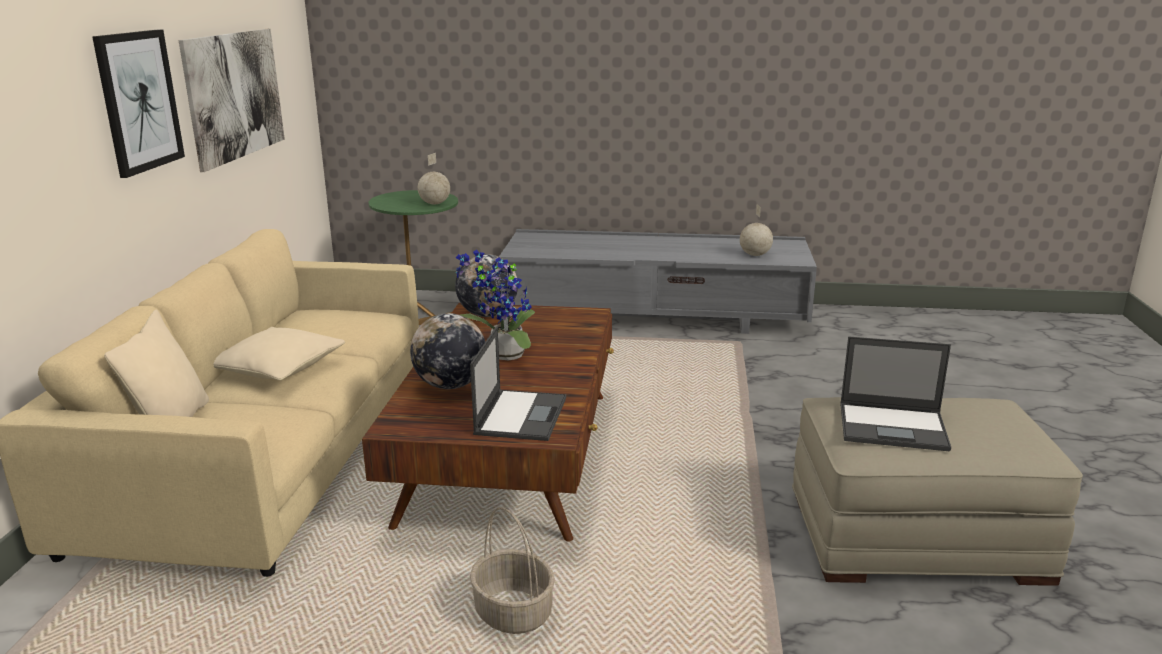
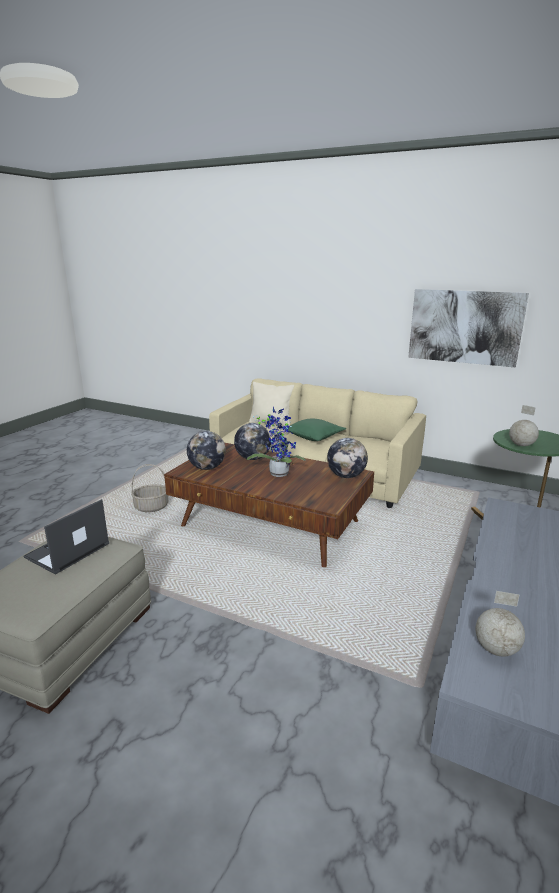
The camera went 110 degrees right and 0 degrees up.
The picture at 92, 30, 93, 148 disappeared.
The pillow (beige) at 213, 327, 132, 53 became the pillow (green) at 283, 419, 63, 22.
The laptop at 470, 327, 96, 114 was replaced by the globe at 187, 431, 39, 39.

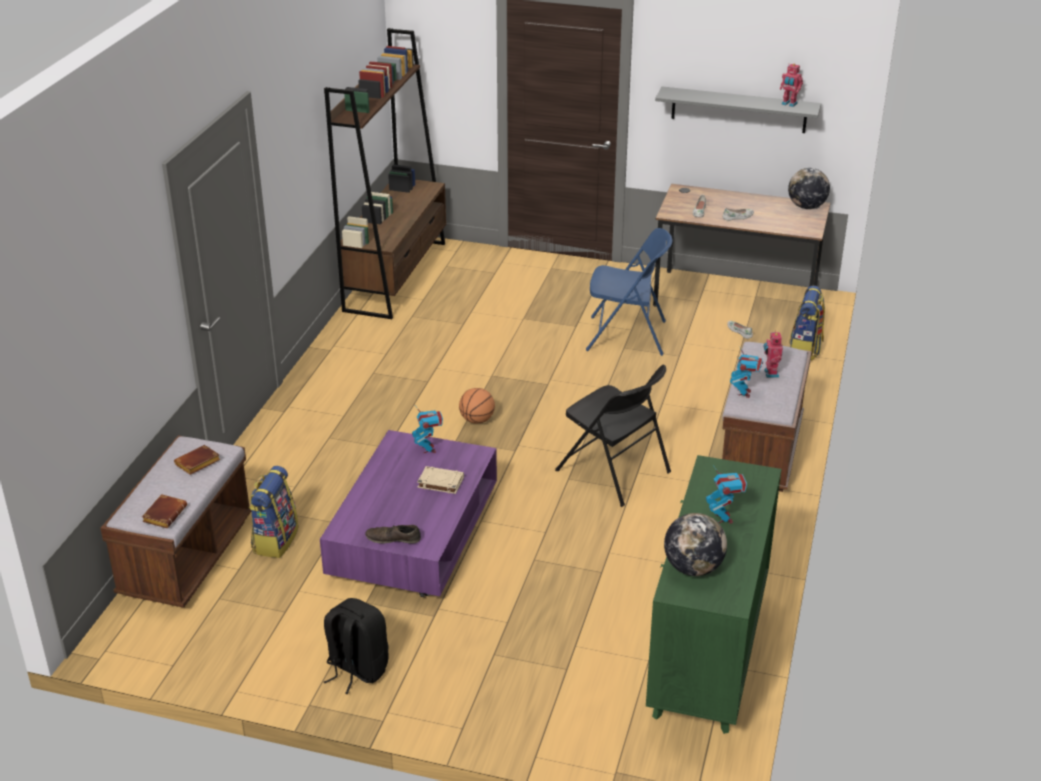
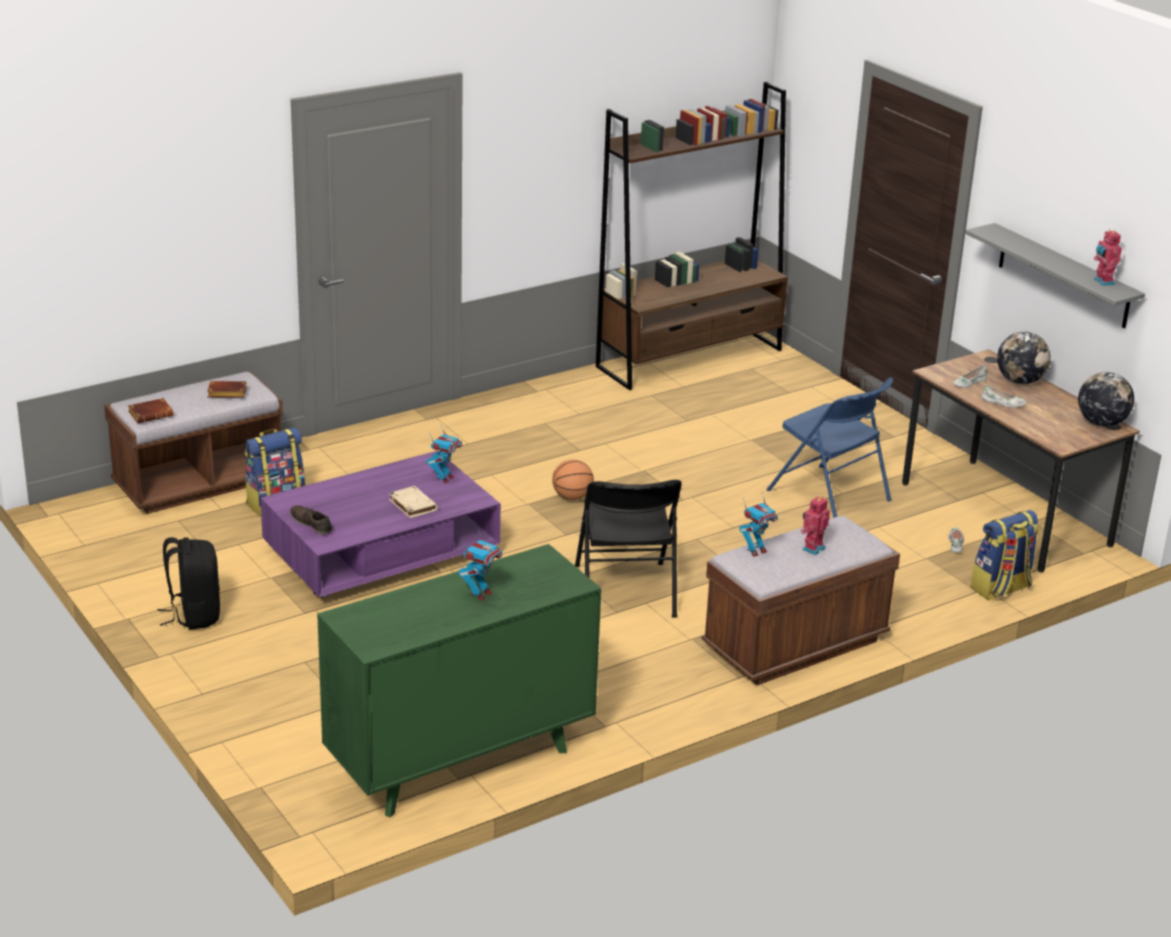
The camera went 40 degrees right and 5 degrees down.
The globe moved from 664, 513, 63, 63 to 997, 332, 54, 52.

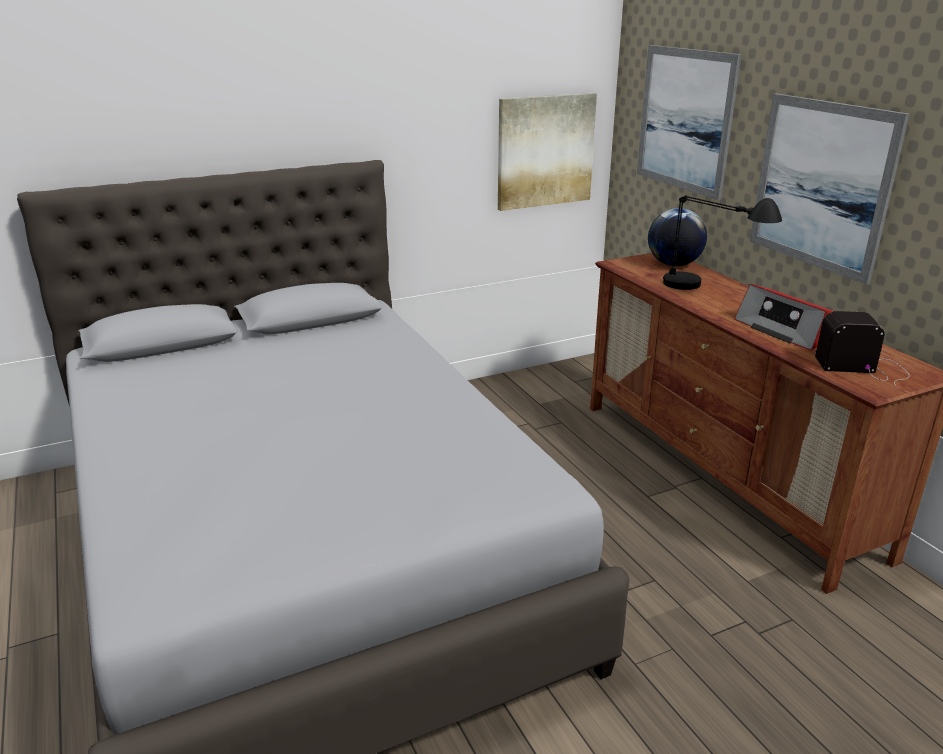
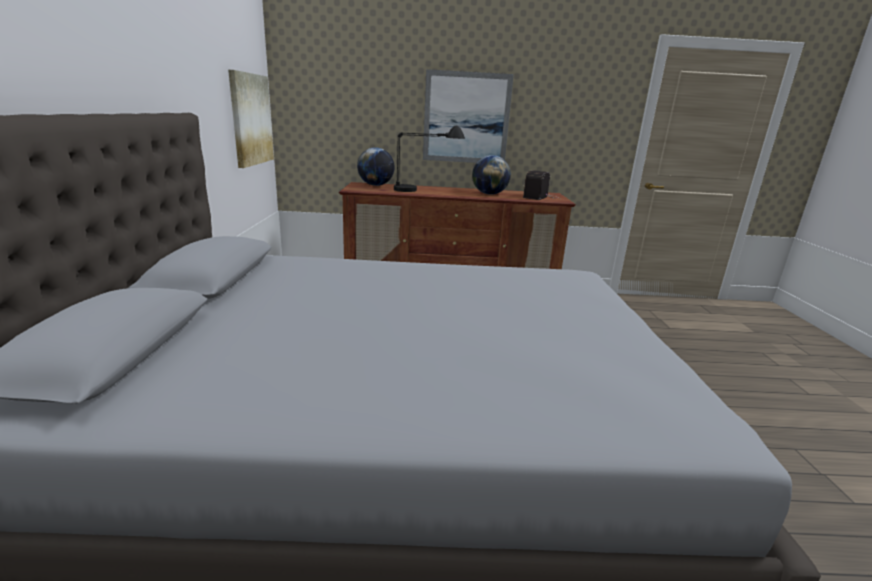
The camera went 65 degrees left and 5 degrees down.
The picture at 637, 45, 104, 155 disappeared.
The radio at 734, 284, 99, 67 was replaced by the globe at 472, 155, 39, 40.

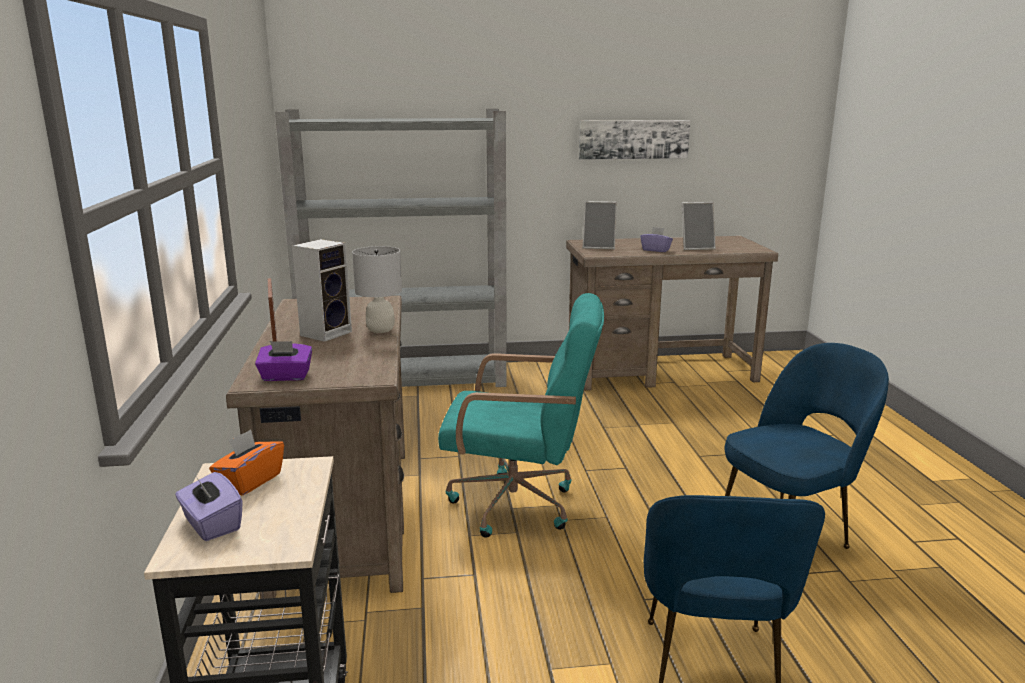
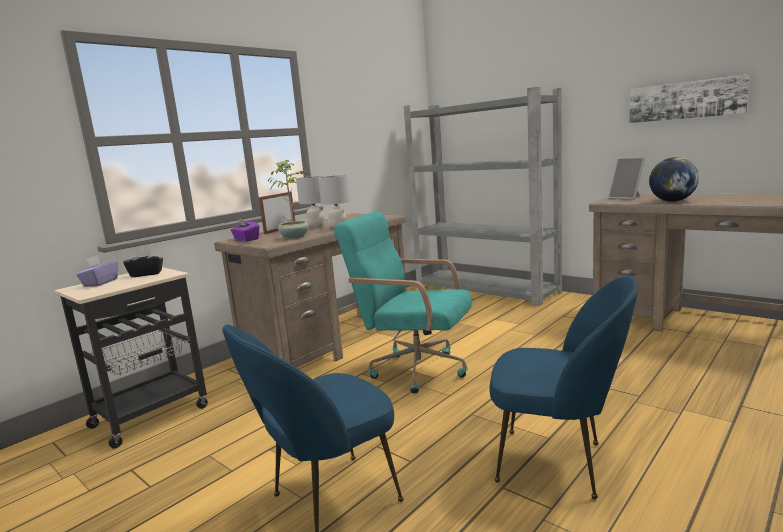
The camera went 50 degrees right and 5 degrees down.
The picture frame at 682, 202, 34, 48 disappeared.
The tissue box (purple) at 640, 227, 33, 25 was replaced by the globe at 649, 157, 50, 45.
The speaker at 292, 239, 60, 103 was replaced by the table lamp (grey) at 296, 176, 29, 52.
The office chair (turquoise) at 438, 293, 166, 245 turned 150 degrees clockwise.
The tissue box (orange) at 209, 429, 75, 67 became the tissue box (black) at 123, 248, 40, 29.
The potted plant at 268, 160, 41, 79 appeared.

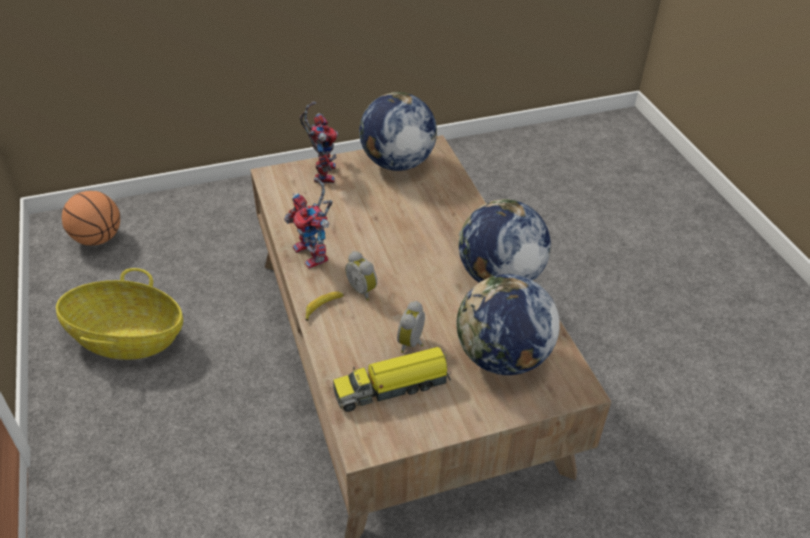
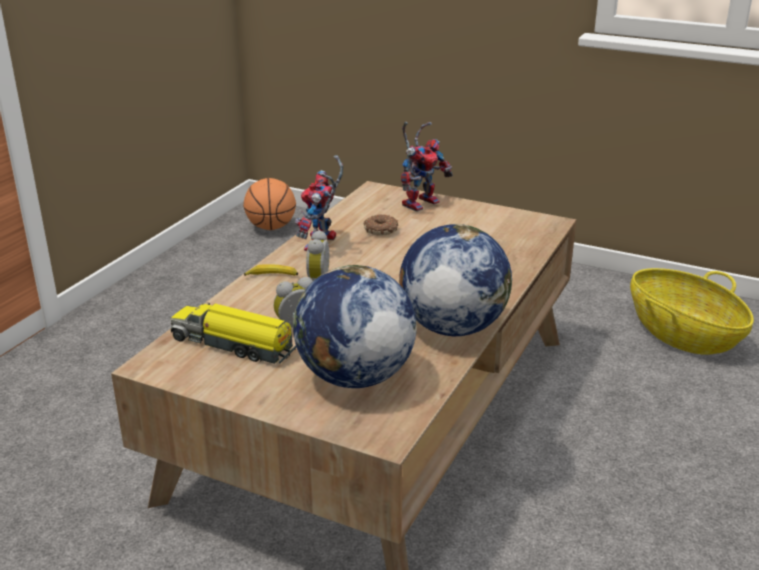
The camera went 45 degrees right and 15 degrees down.
The globe at 359, 92, 78, 79 disappeared.
The basket moved from 56, 268, 127, 92 to 630, 268, 124, 87.
The donut at 364, 214, 34, 21 appeared.

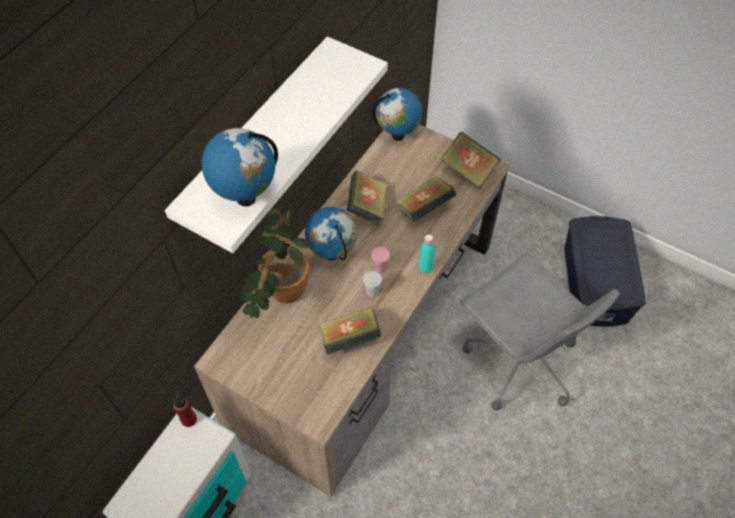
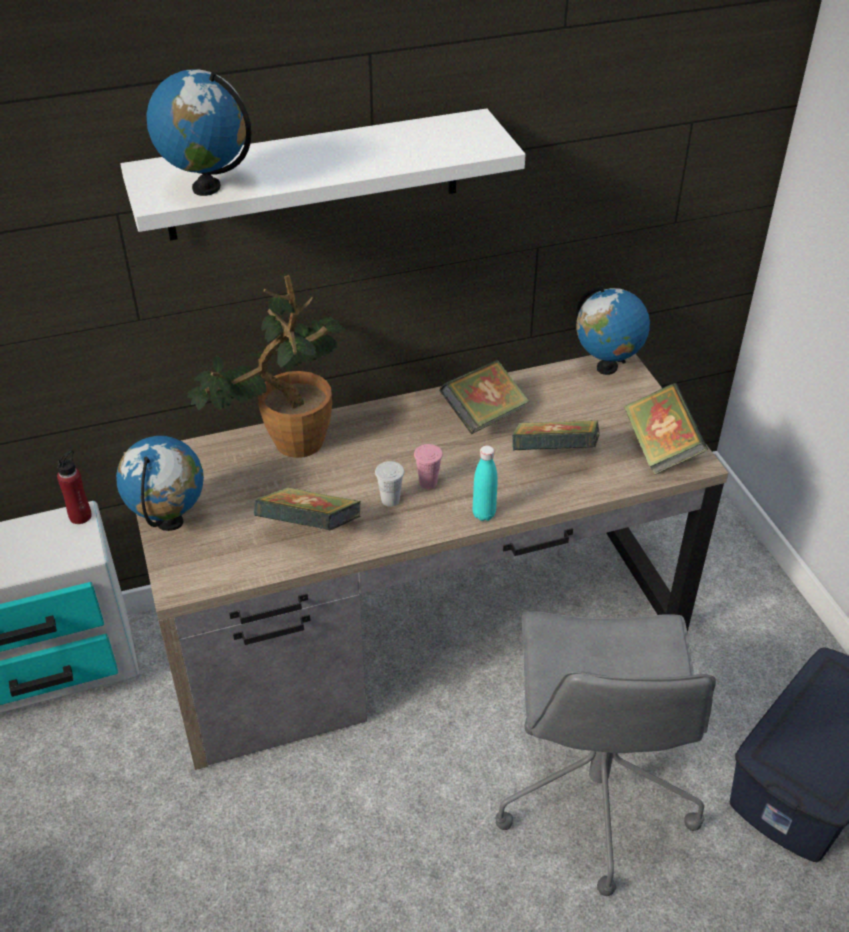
The camera went 40 degrees right and 15 degrees down.
The globe moved from 305, 207, 52, 53 to 116, 436, 88, 95.

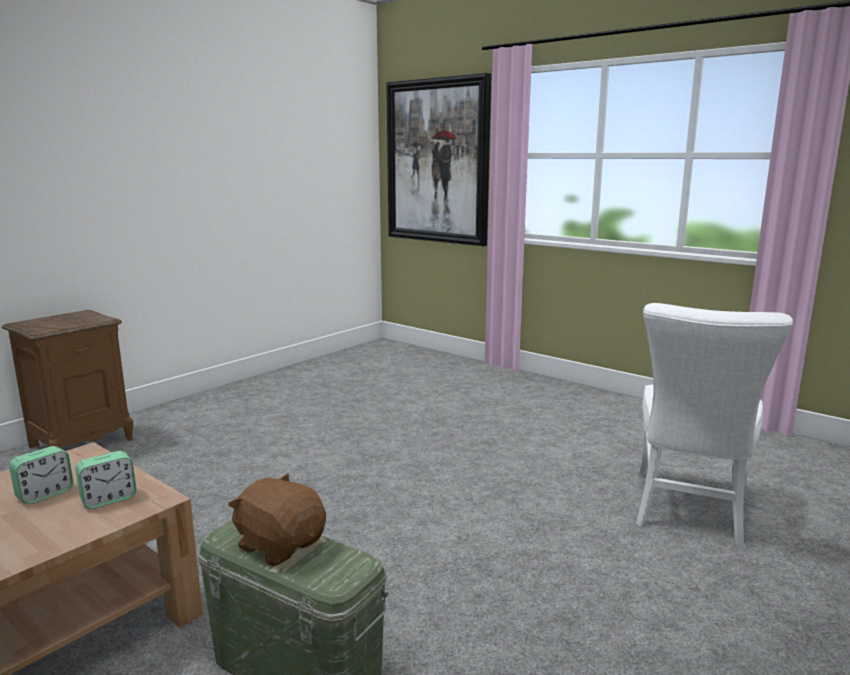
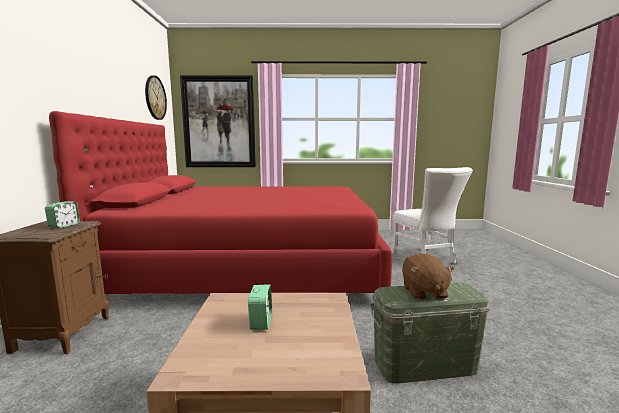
The camera went 40 degrees left and 5 degrees down.
The alarm clock moved from 75, 451, 62, 58 to 45, 201, 35, 27.
The plush toy (brown) at 228, 473, 98, 94 turned 90 degrees counterclockwise.
The wall clock at 145, 76, 22, 44 appeared.
The bed (red) at 49, 111, 343, 183 appeared.

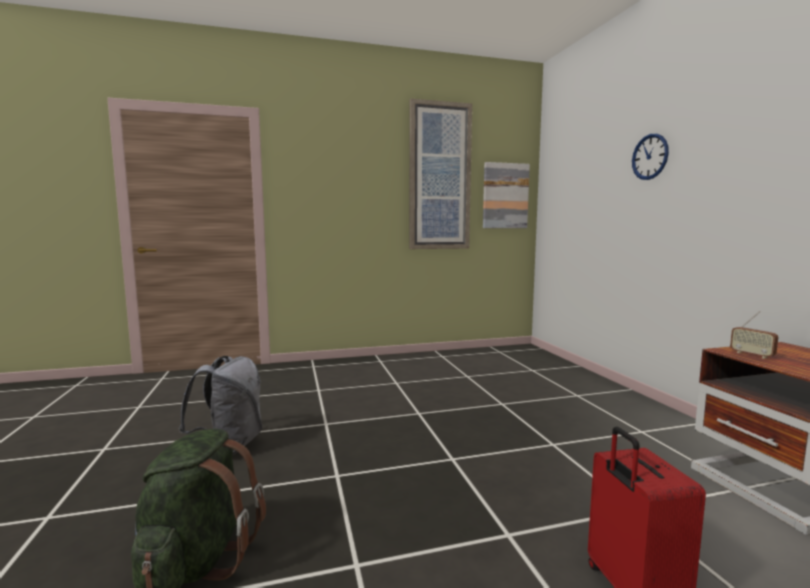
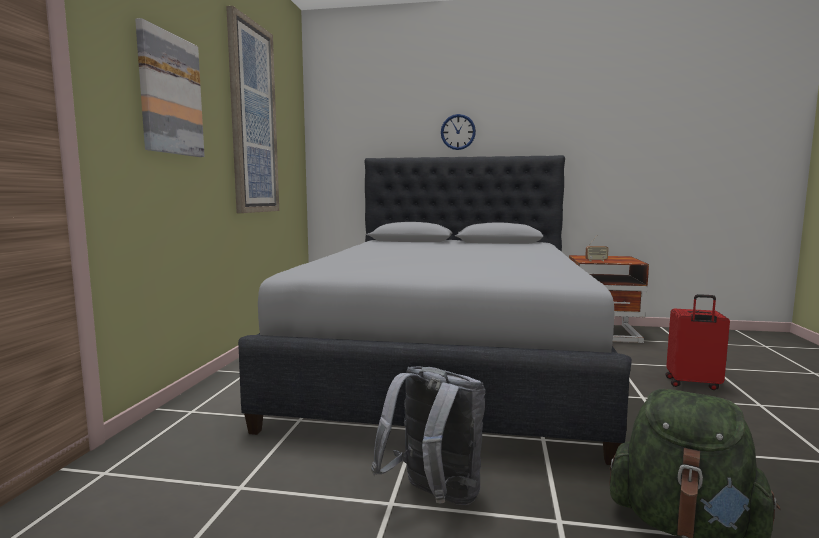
The camera went 65 degrees left and 0 degrees up.
The picture moved from 483, 162, 47, 66 to 135, 18, 70, 139.
The bed (grey) at 238, 155, 394, 310 appeared.

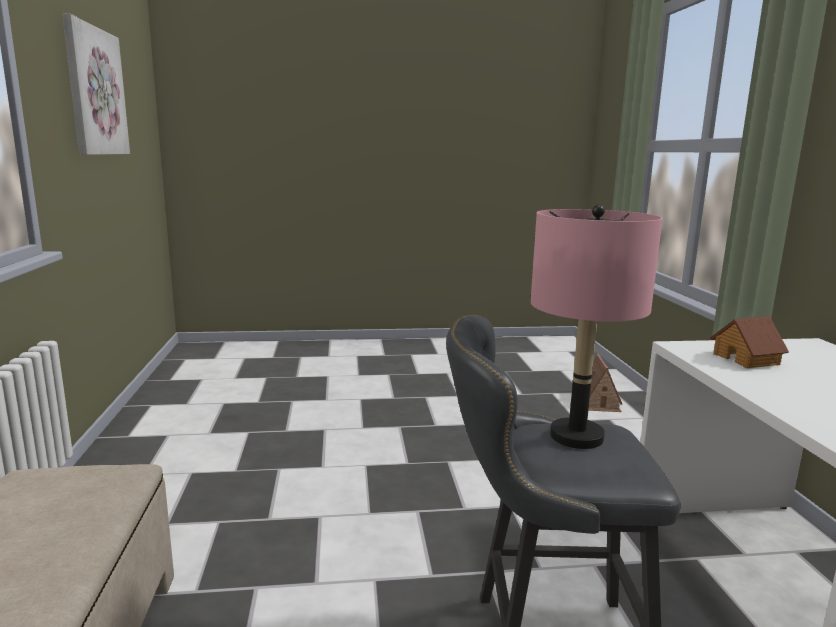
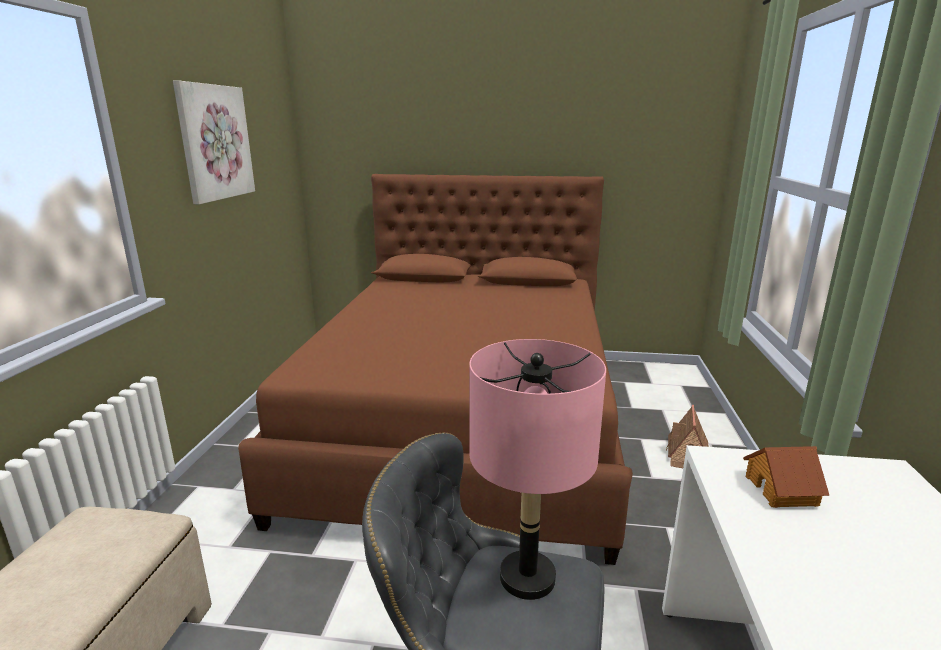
The camera went 15 degrees right and 5 degrees up.
The bed (brown) at 238, 174, 395, 391 appeared.

